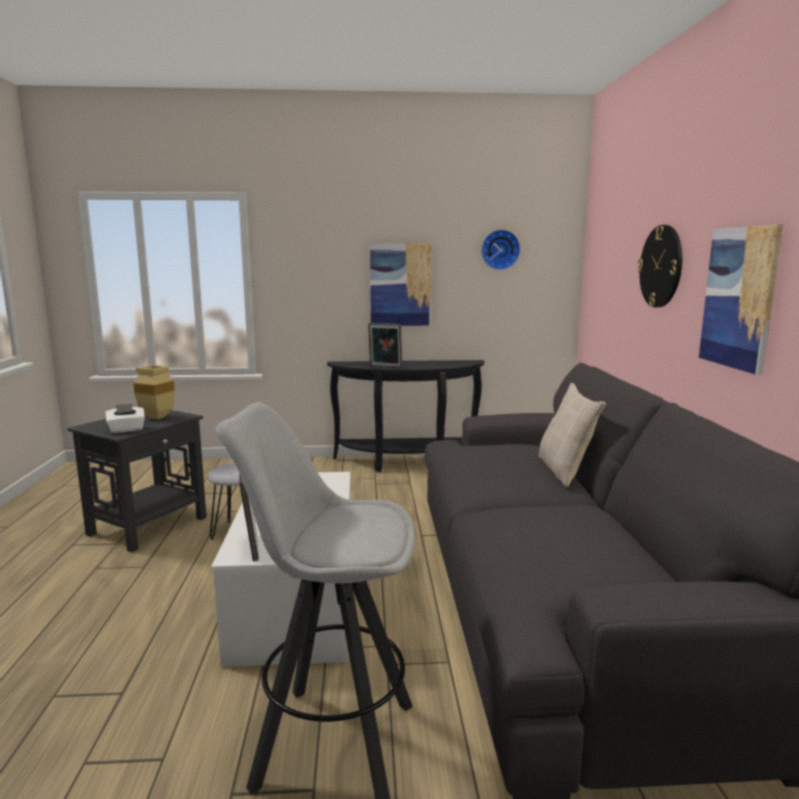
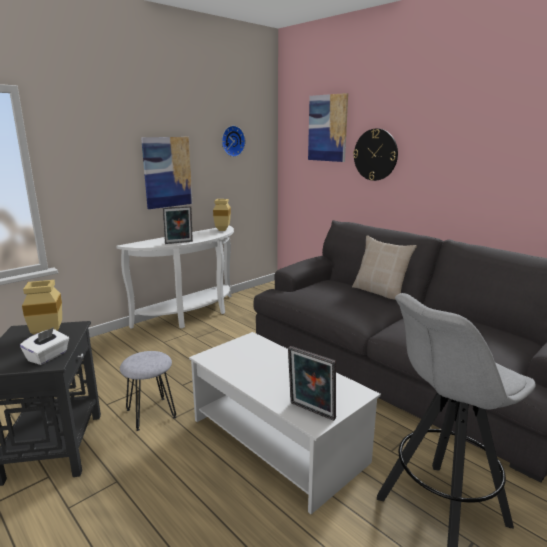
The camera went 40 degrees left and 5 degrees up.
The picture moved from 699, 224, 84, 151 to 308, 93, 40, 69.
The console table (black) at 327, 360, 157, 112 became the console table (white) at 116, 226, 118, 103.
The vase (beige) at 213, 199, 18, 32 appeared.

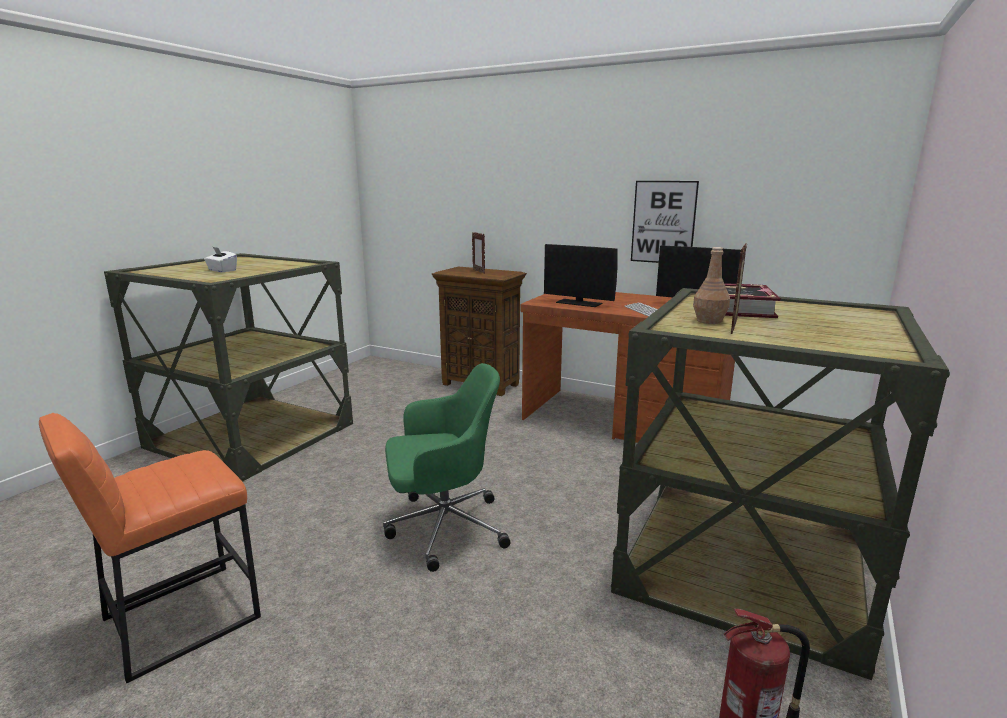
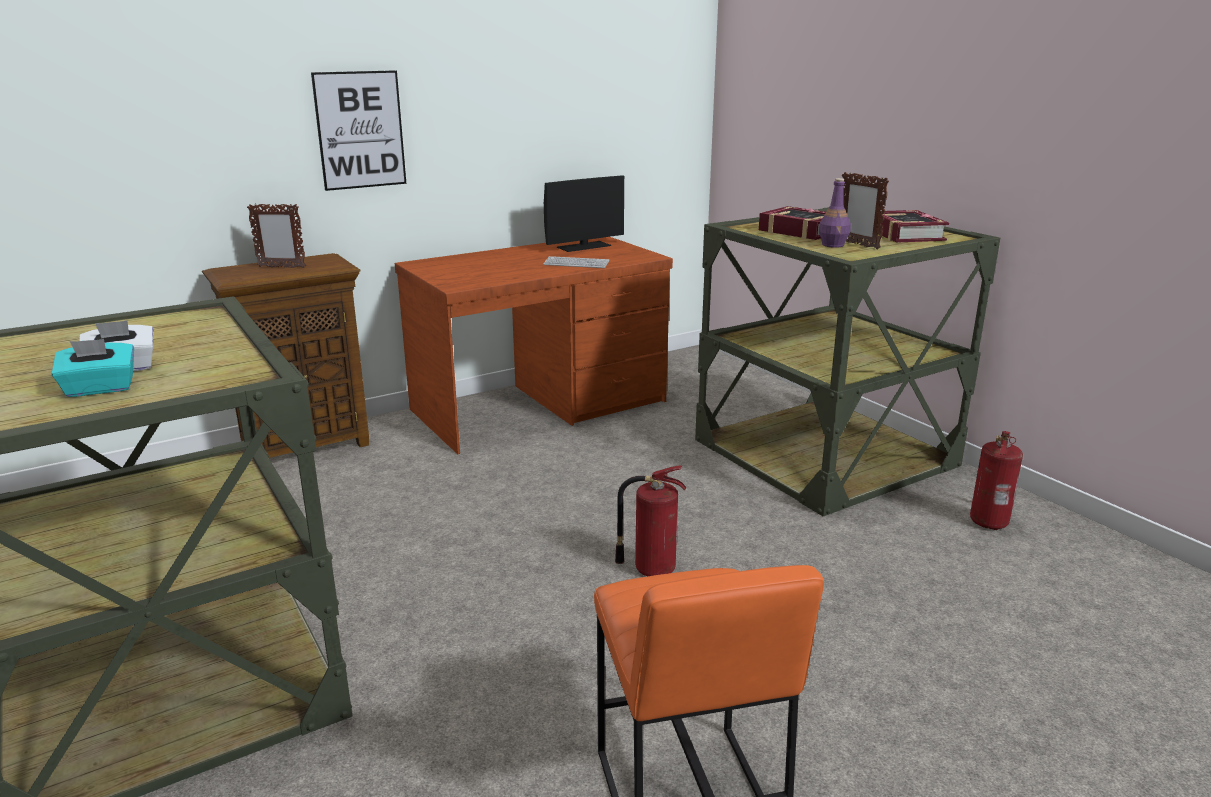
The camera went 60 degrees left and 5 degrees up.
The picture moved from 631, 181, 68, 82 to 311, 70, 95, 121.
The monitor at 544, 244, 74, 63 disappeared.
The bottle (brown) at 693, 247, 37, 77 became the bottle (purple) at 819, 178, 32, 70.
The office chair (green) at 383, 363, 128, 209 was replaced by the fire extinguisher at 615, 466, 71, 110.
The book at 877, 210, 72, 33 appeared.
The tissue box (turquoise) at 52, 339, 82, 58 appeared.

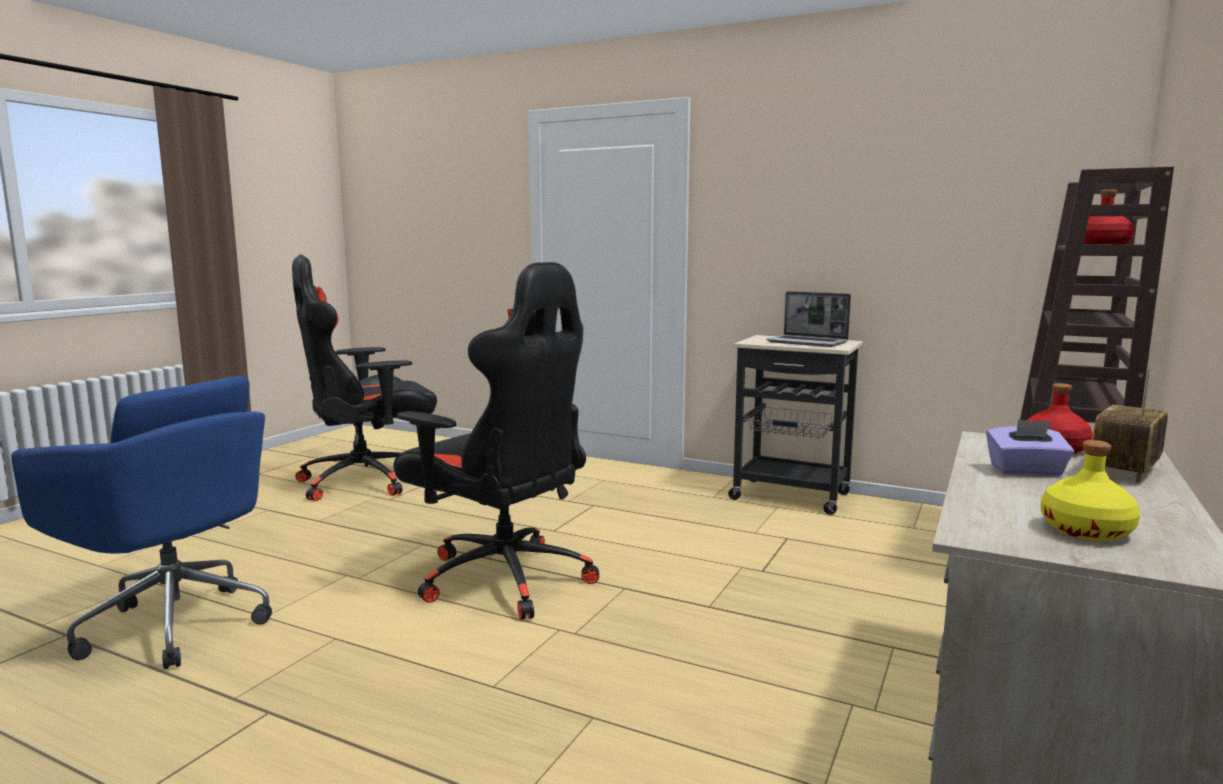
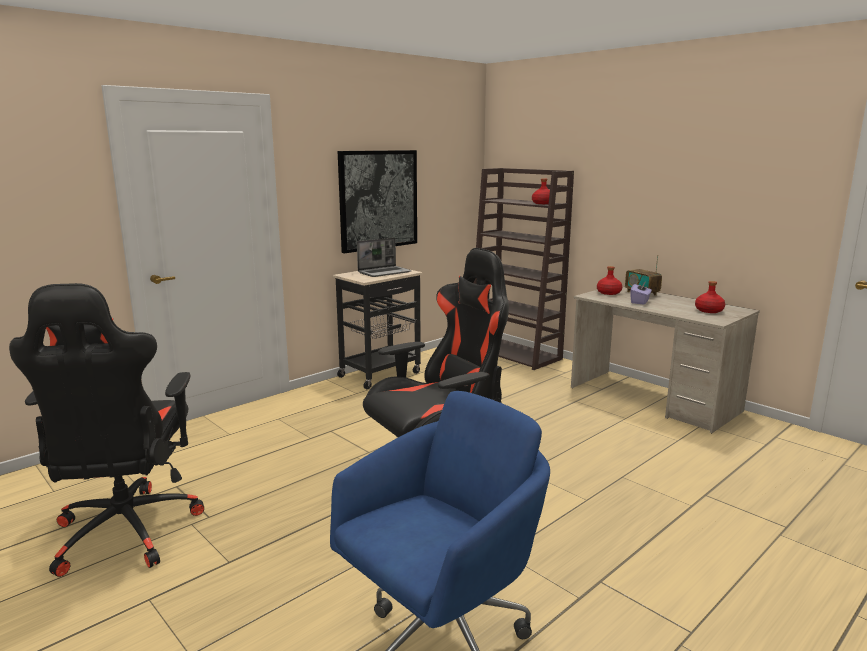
The camera went 70 degrees left and 5 degrees up.
The bottle (yellow) at 1041, 440, 99, 101 became the bottle (red) at 695, 281, 30, 32.
The picture at 338, 150, 79, 104 appeared.

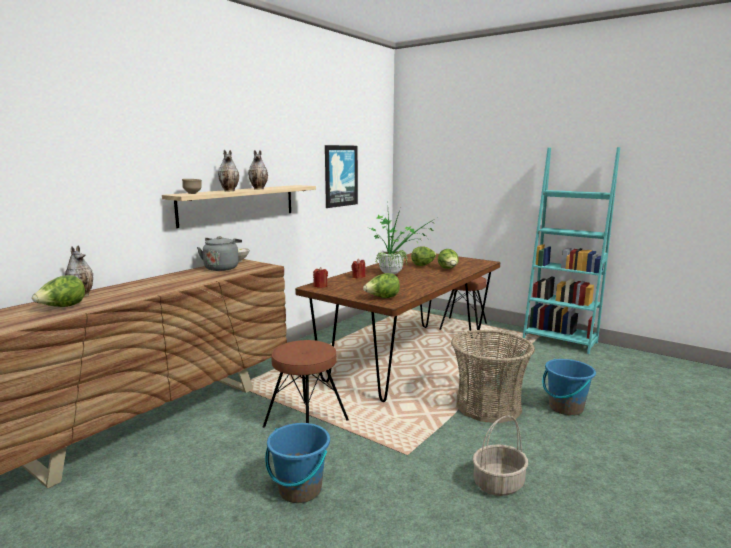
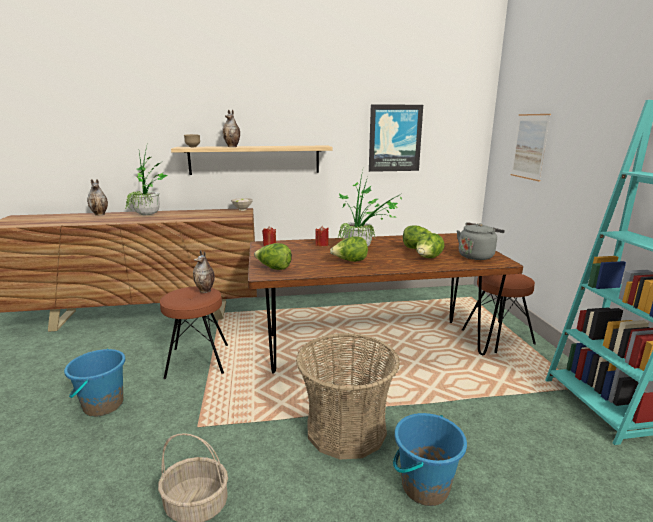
The camera went 45 degrees right and 5 degrees up.
The vase moved from 248, 150, 20, 39 to 193, 250, 22, 43.
The kettle (grey) moved from 197, 236, 45, 35 to 457, 222, 48, 38.
The lettuce moved from 32, 275, 53, 32 to 330, 236, 38, 26.
The picture at 511, 114, 40, 68 appeared.
The potted plant at 126, 147, 42, 68 appeared.

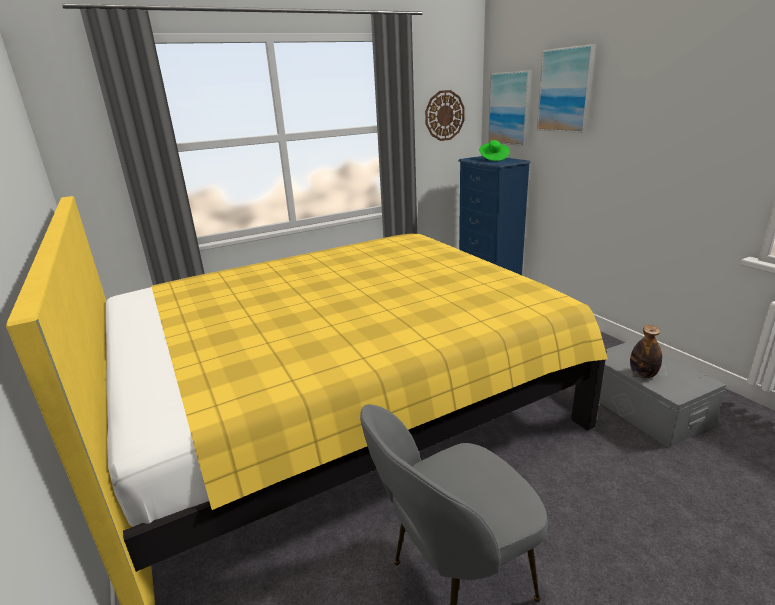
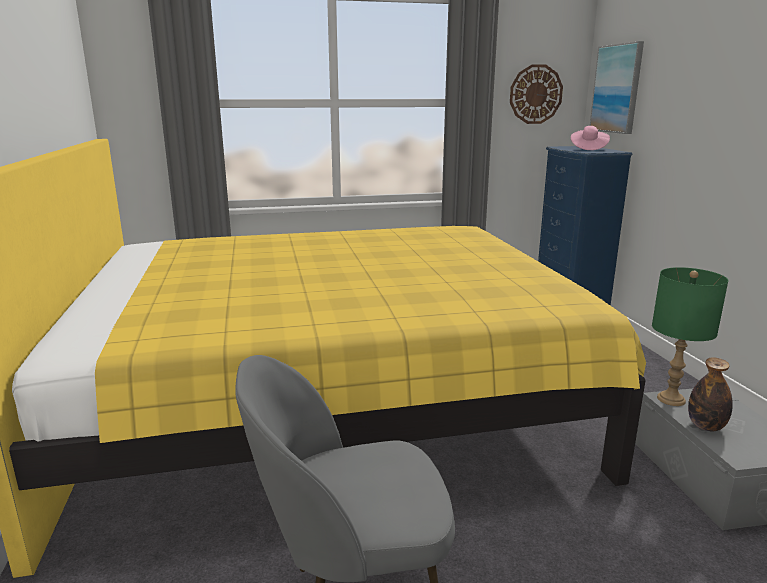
The camera went 15 degrees right and 5 degrees down.
The picture at 537, 44, 59, 89 disappeared.
The hat (green) at 479, 140, 31, 21 became the hat (pink) at 571, 126, 39, 24.
The table lamp (green) at 652, 267, 76, 139 appeared.

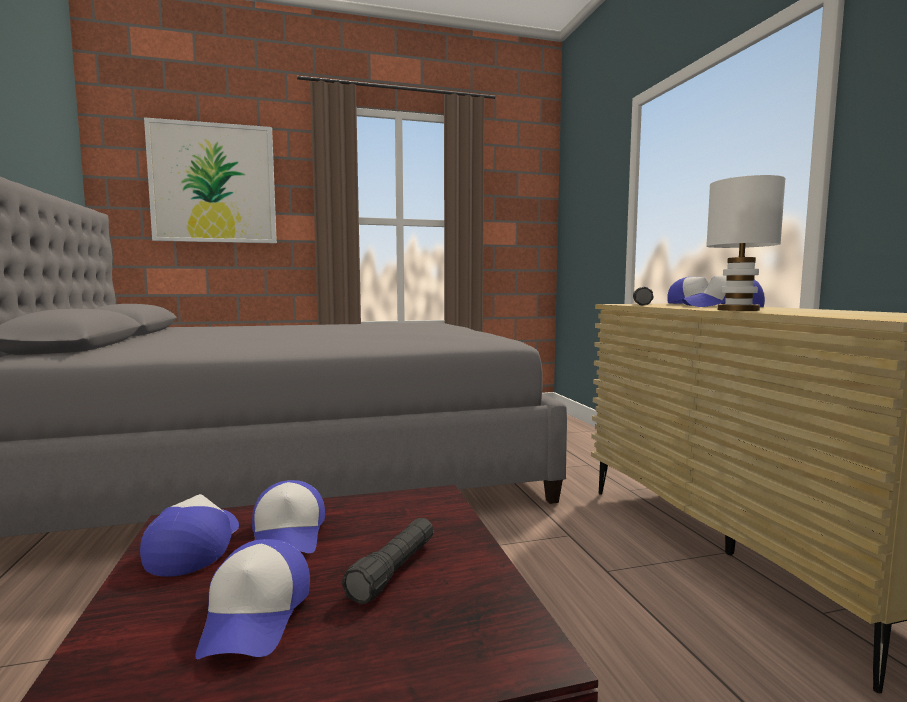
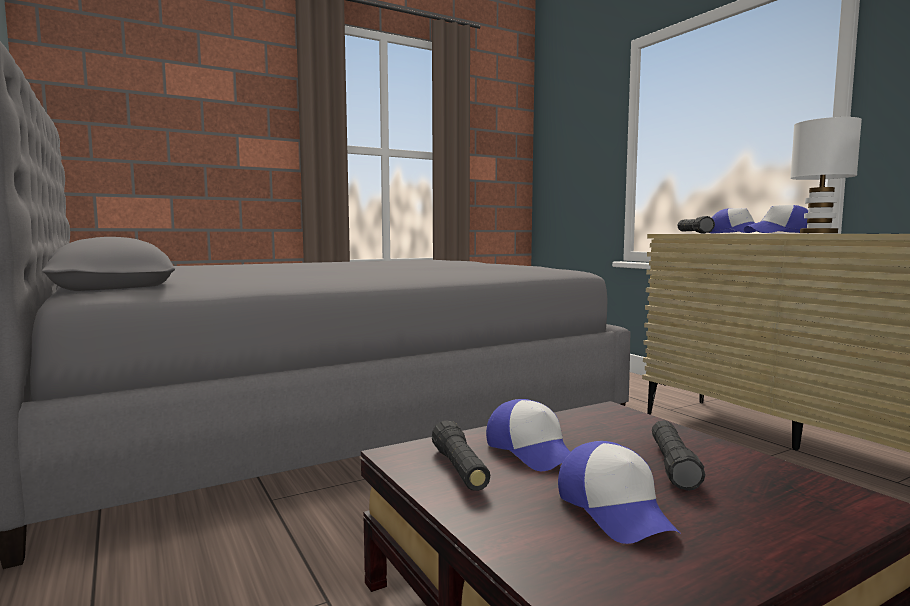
The camera went 15 degrees left and 0 degrees up.
The picture at 144, 117, 133, 127 disappeared.
The cap at 140, 494, 99, 83 was replaced by the flashlight (black) at 432, 421, 58, 70.

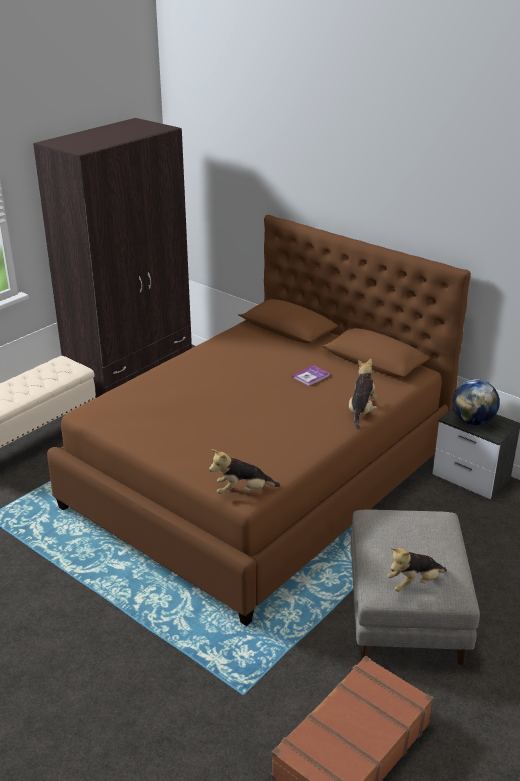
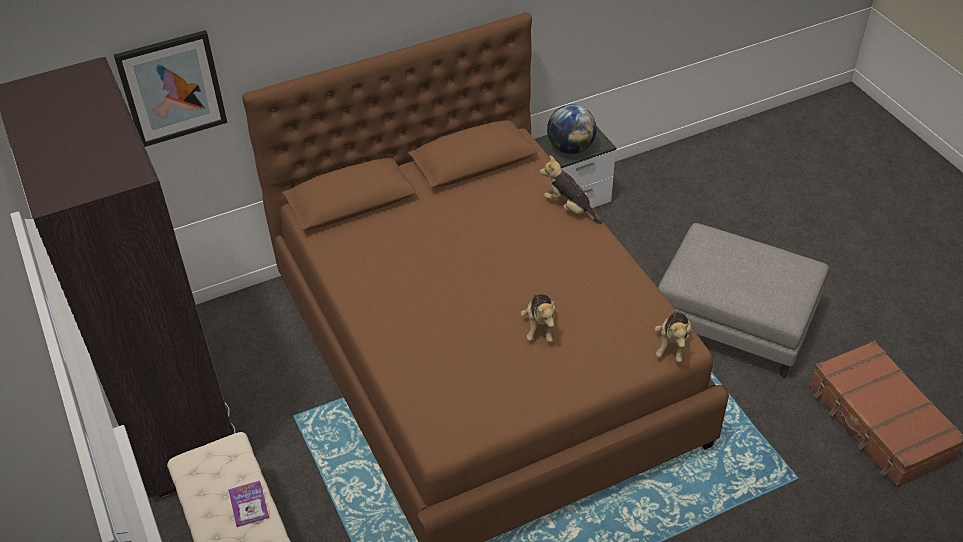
The camera went 65 degrees left and 15 degrees up.
The book moved from 293, 365, 37, 21 to 228, 481, 41, 46.
The plush toy moved from 387, 547, 60, 45 to 520, 294, 35, 48.
The picture at 114, 30, 113, 117 appeared.

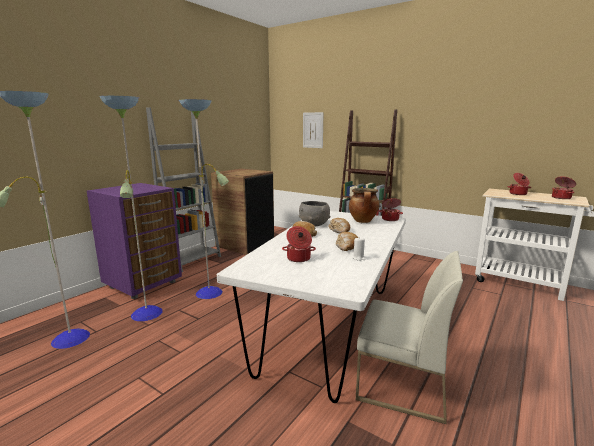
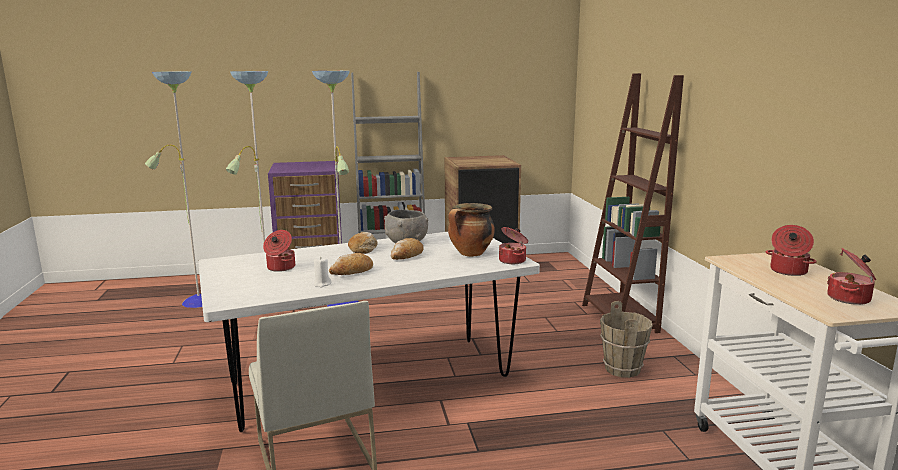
The camera went 45 degrees right and 0 degrees up.
The picture at 303, 112, 21, 36 disappeared.
The bucket (brown) at 600, 301, 53, 77 appeared.

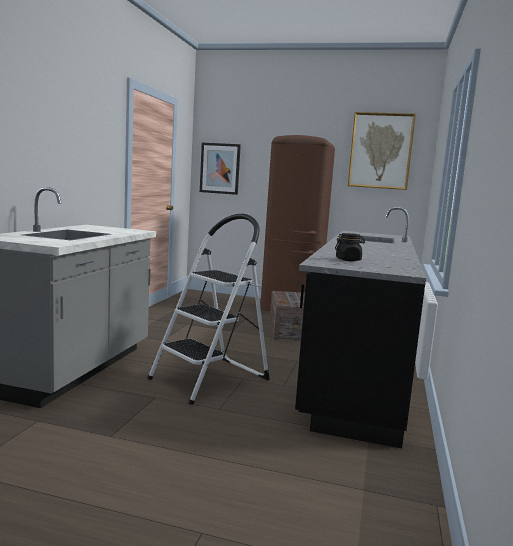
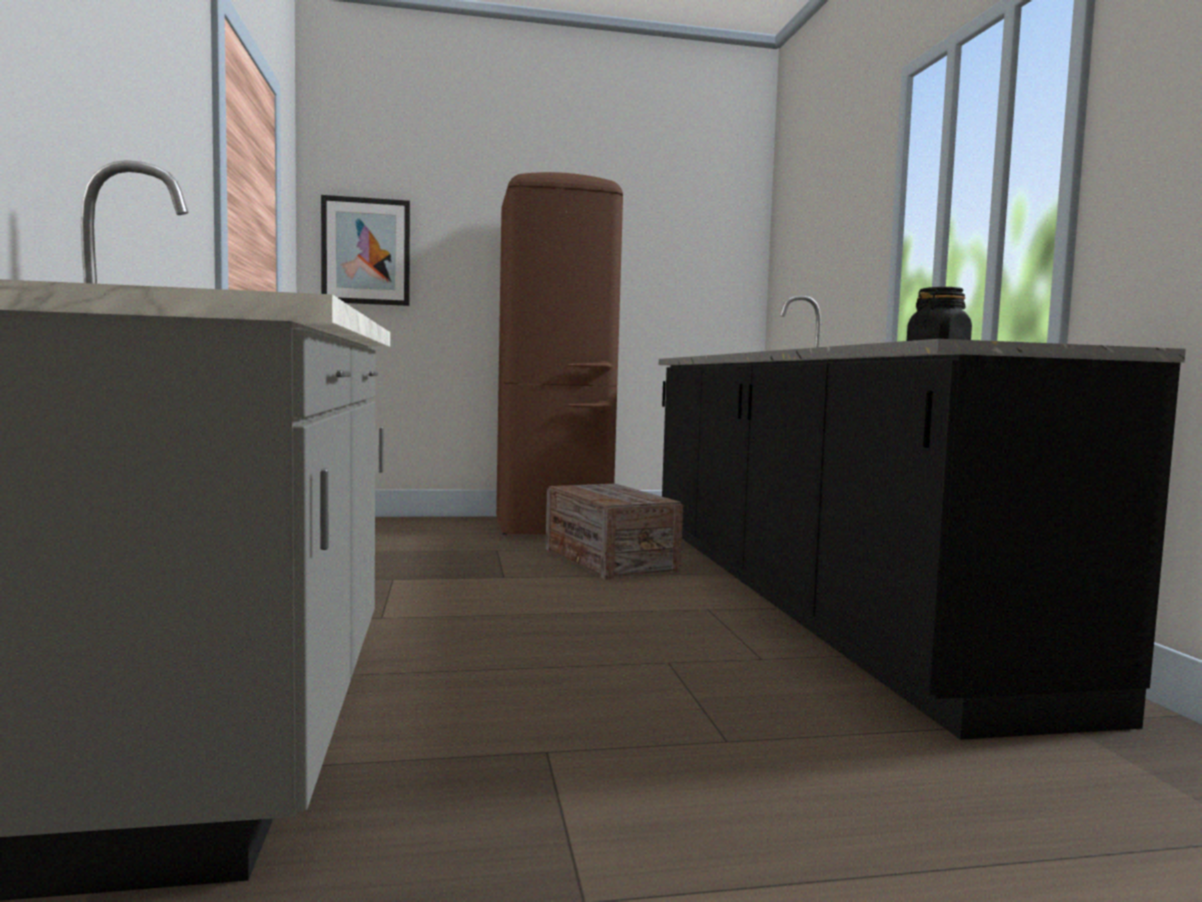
The camera went 25 degrees left and 5 degrees down.
The picture at 348, 112, 68, 78 disappeared.
The step ladder at 147, 214, 123, 191 disappeared.

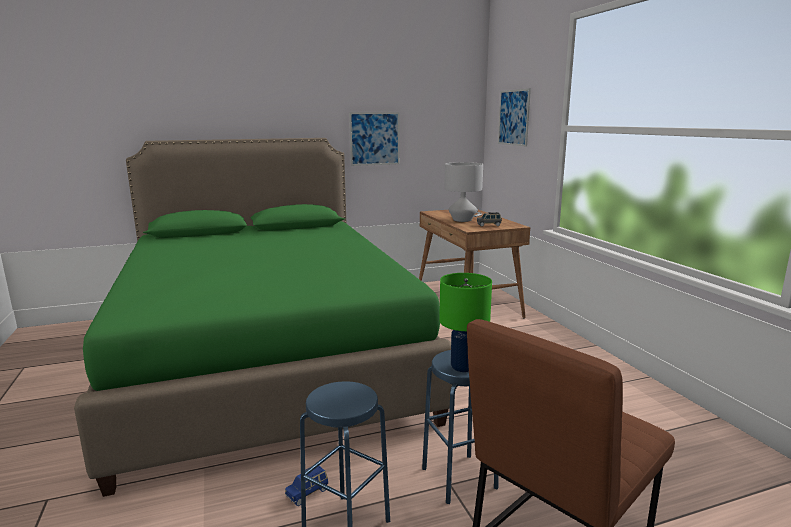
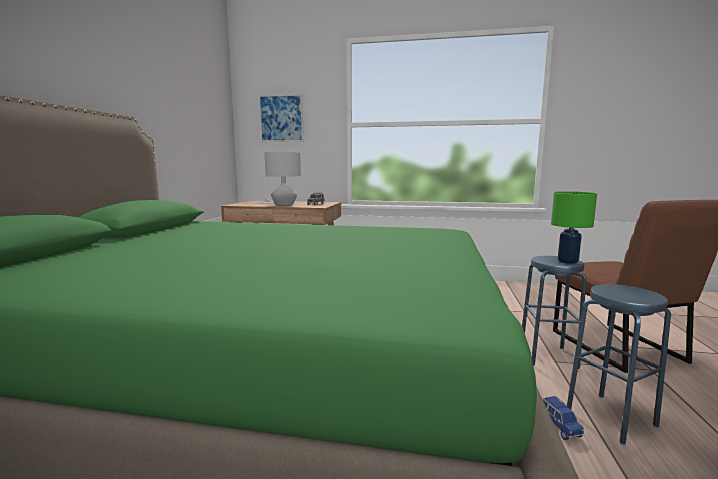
The camera went 60 degrees left and 5 degrees down.
The picture at 349, 112, 51, 54 disappeared.

